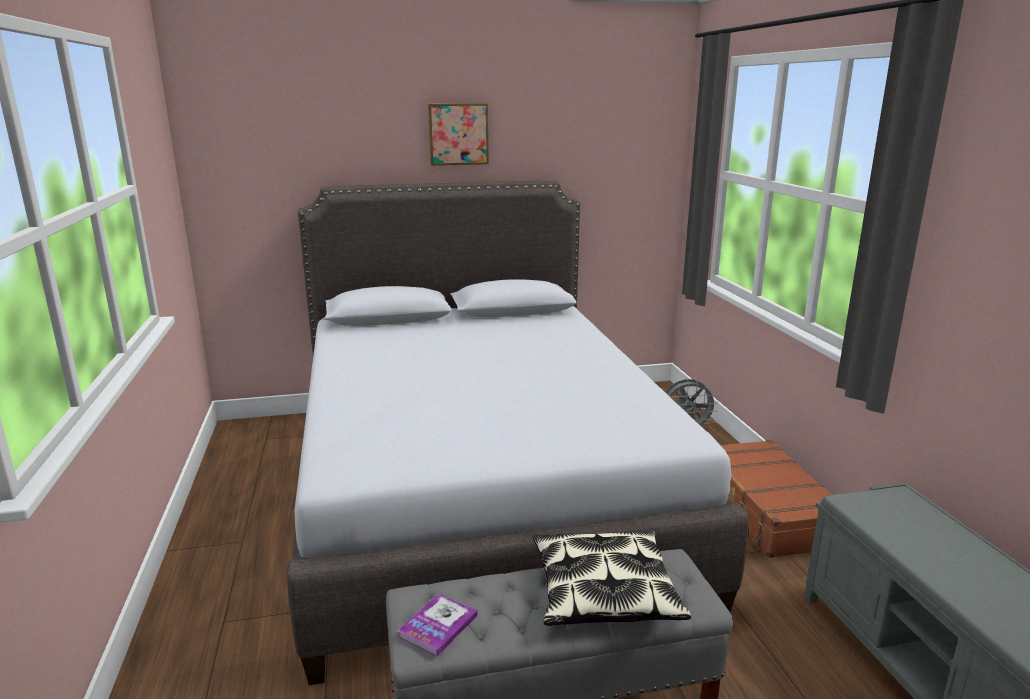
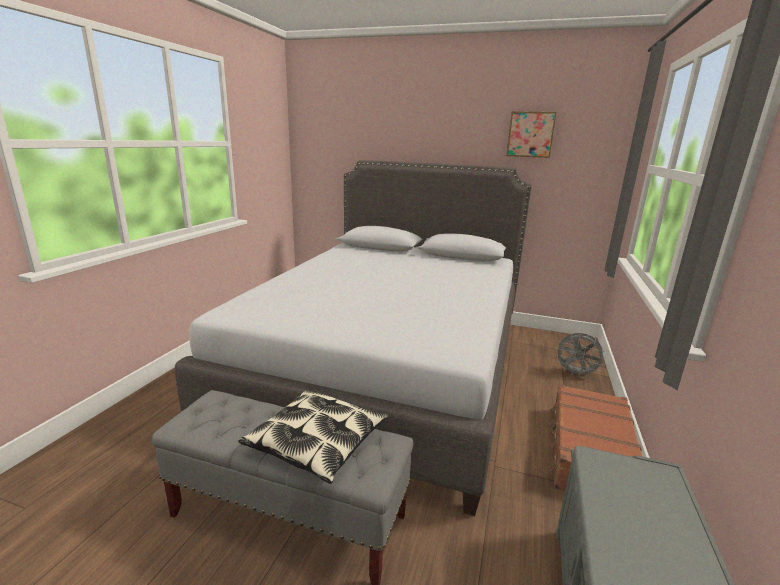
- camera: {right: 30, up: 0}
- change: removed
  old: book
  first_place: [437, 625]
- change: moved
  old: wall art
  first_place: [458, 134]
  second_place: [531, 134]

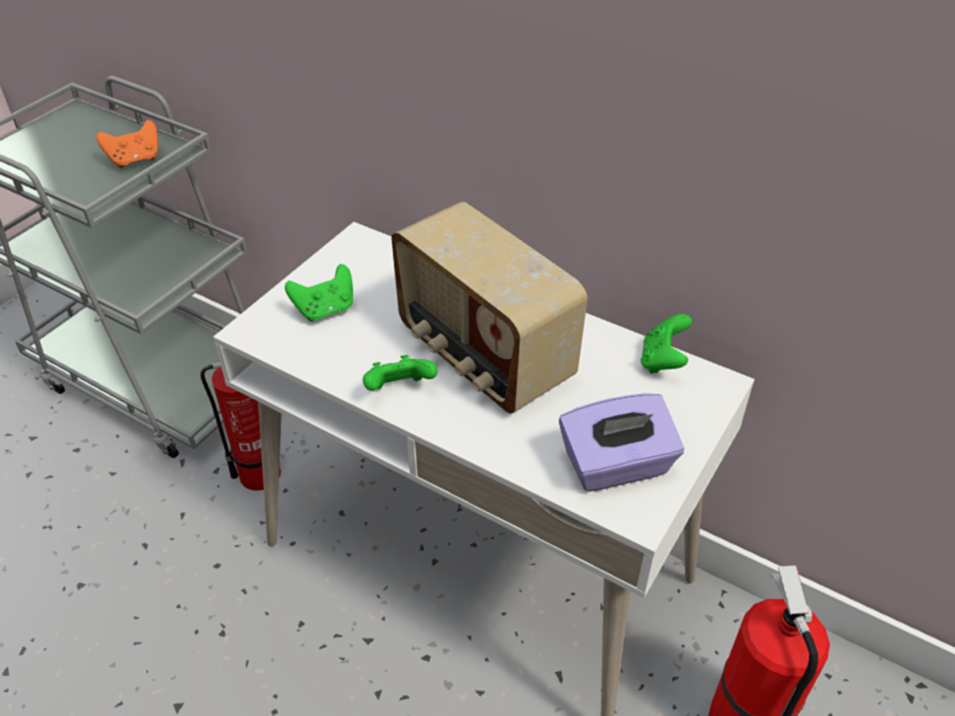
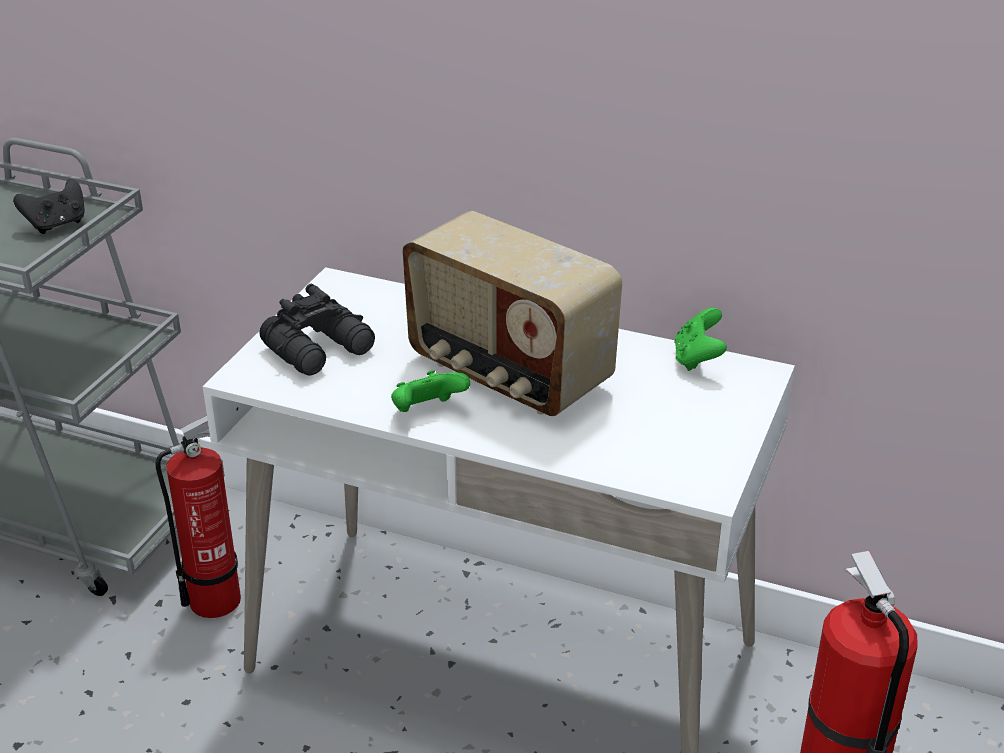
- camera: {right: -10, up: -10}
- change: removed
  old: purple-coloured tissue box
  first_place: [621, 442]
- change: replaced
  old: green-coloured joypad
  new: black-coloured pair of binoculars
  first_place: [319, 292]
  second_place: [317, 330]
- change: recoloured
  old: orange-coloured joypad
  new: black-coloured joypad
  first_place: [127, 144]
  second_place: [49, 206]

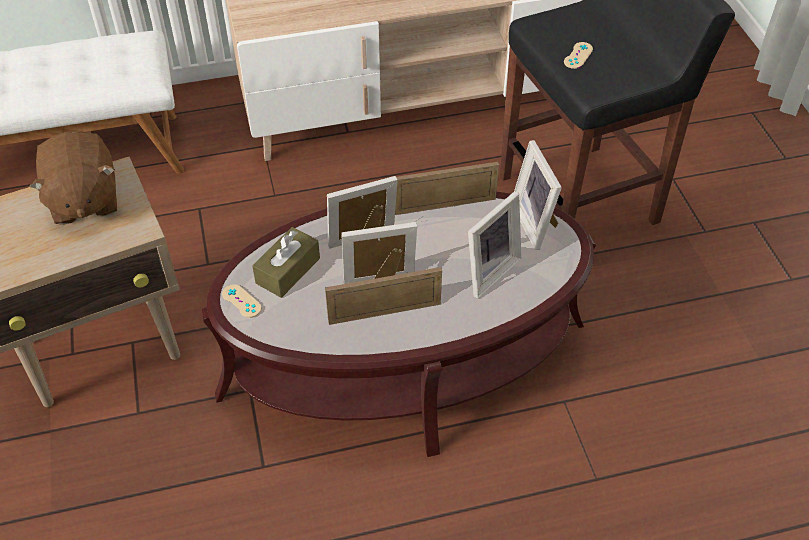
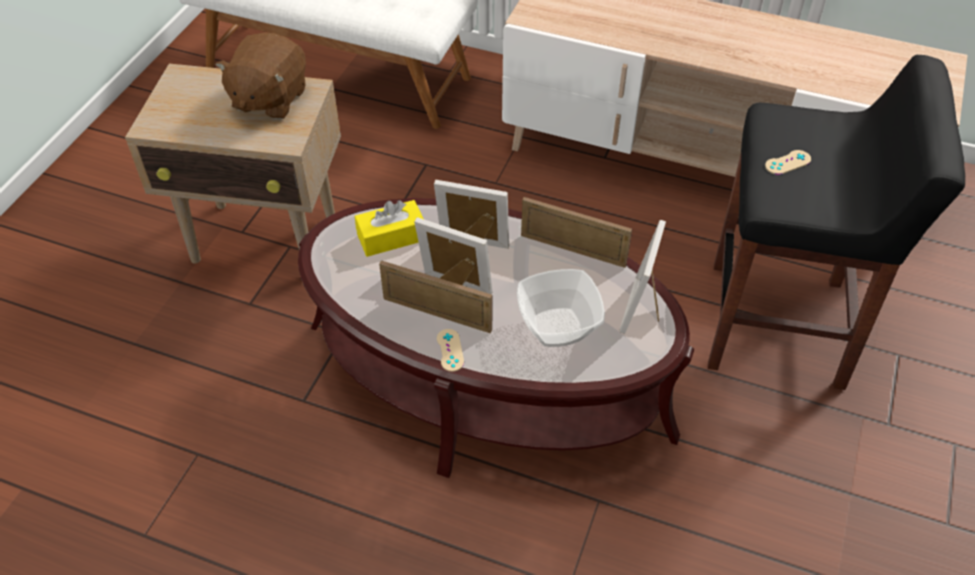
- camera: {right: 35, up: 0}
- change: moved
  old: beige joypad
  first_place: [241, 301]
  second_place: [450, 350]
- change: replaced
  old: picture frame
  new: serving bowl
  first_place: [495, 245]
  second_place: [561, 308]
- change: recoloured
  old: brown tissue box
  new: yellow-coloured tissue box
  first_place: [286, 262]
  second_place: [389, 228]

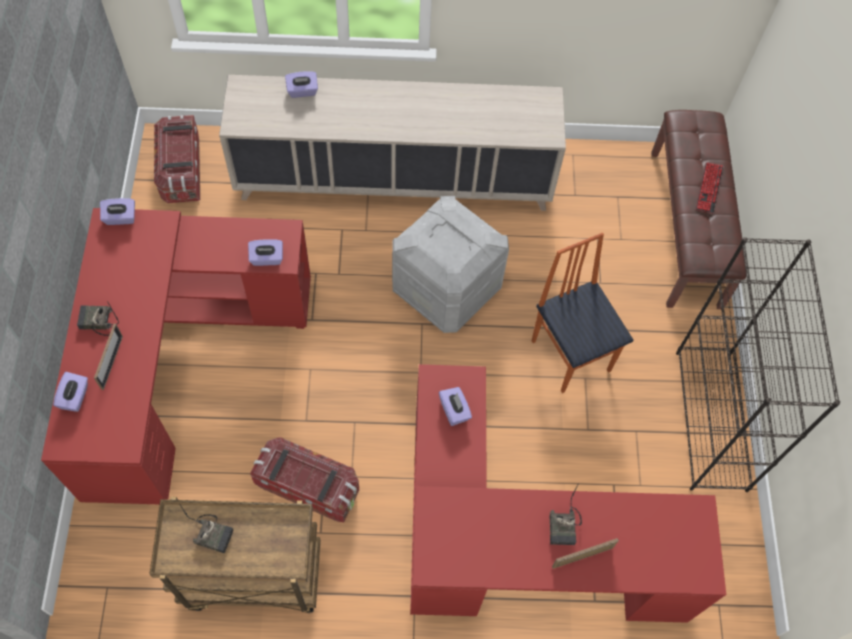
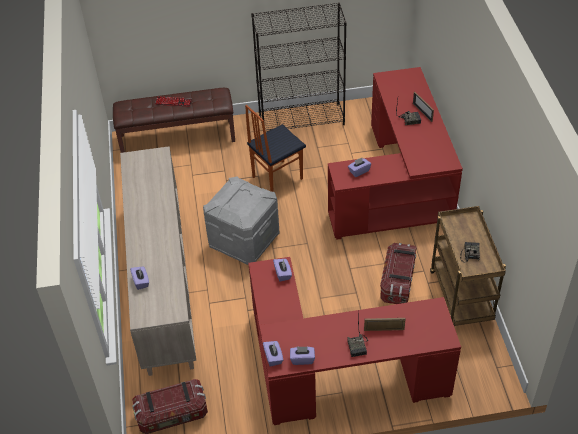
- camera: {right: -95, up: -15}
- change: moved
  old: purple-coloured tissue box
  first_place: [70, 392]
  second_place: [302, 355]

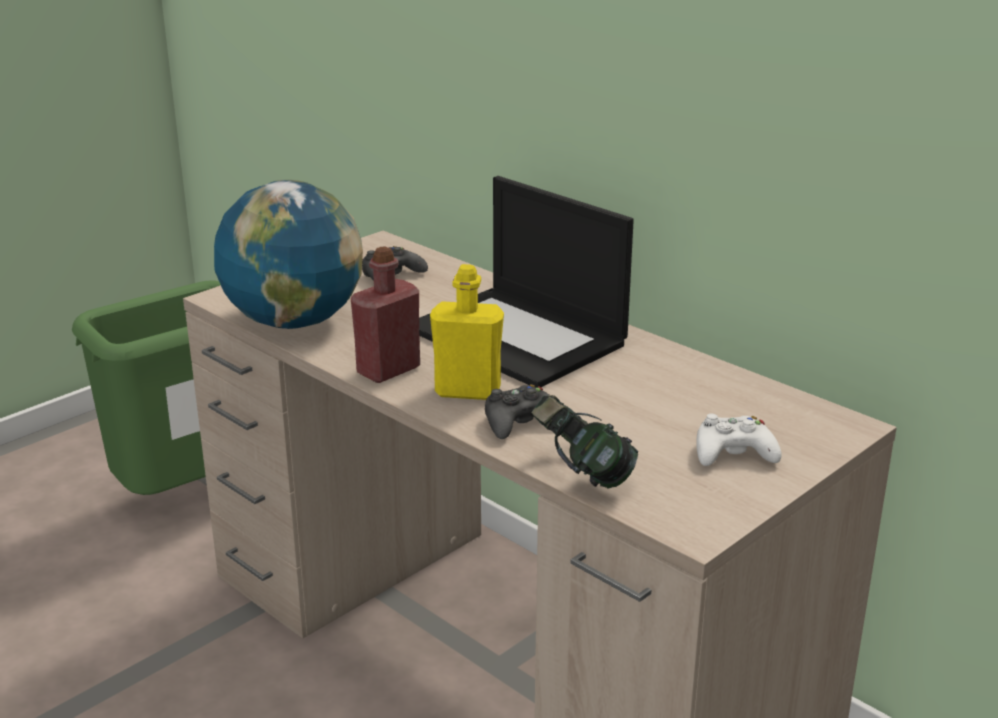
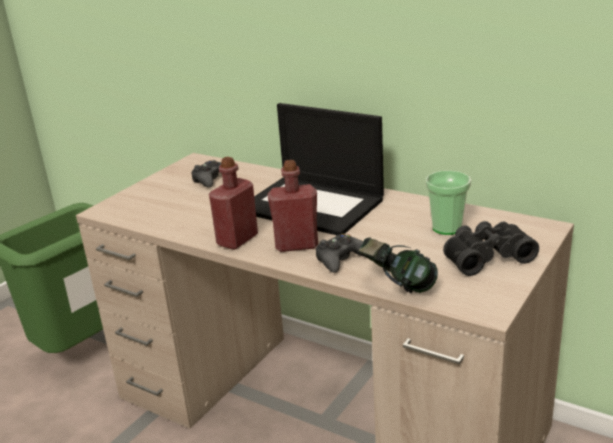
- camera: {right: -10, up: 0}
- change: removed
  old: globe
  first_place: [288, 254]
- change: added
  new: drinking cup
  second_place: [448, 203]
- change: replaced
  old: whitish joypad
  new: black-coloured pair of binoculars
  first_place: [738, 440]
  second_place: [491, 248]
- change: recoloured
  old: yellow-coloured drink bottle
  new: reddish drink bottle
  first_place: [467, 332]
  second_place: [293, 206]

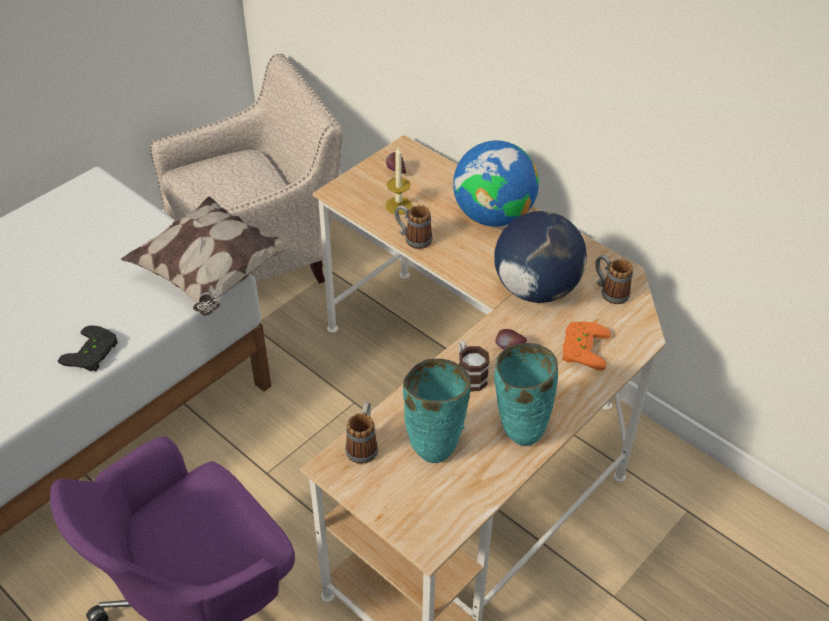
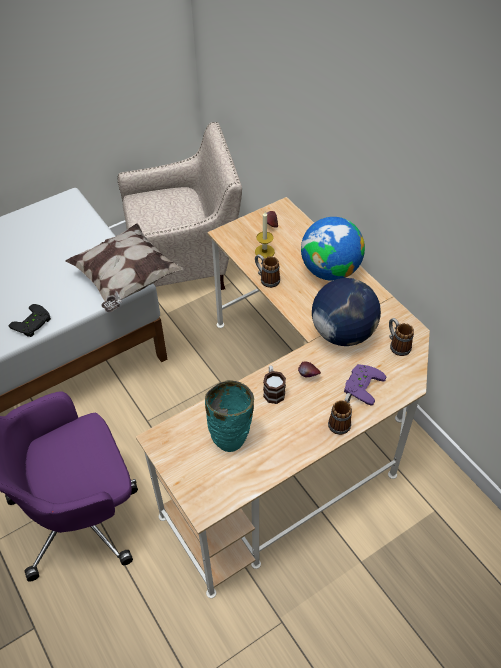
- camera: {right: 15, up: 5}
- change: removed
  old: turquoise-coloured flower vase
  first_place: [526, 394]
- change: moved
  old: tea mug
  first_place: [361, 433]
  second_place: [340, 414]
- change: recoloured
  old: orange-coloured joypad
  new: purple-coloured joypad
  first_place: [586, 346]
  second_place: [365, 385]

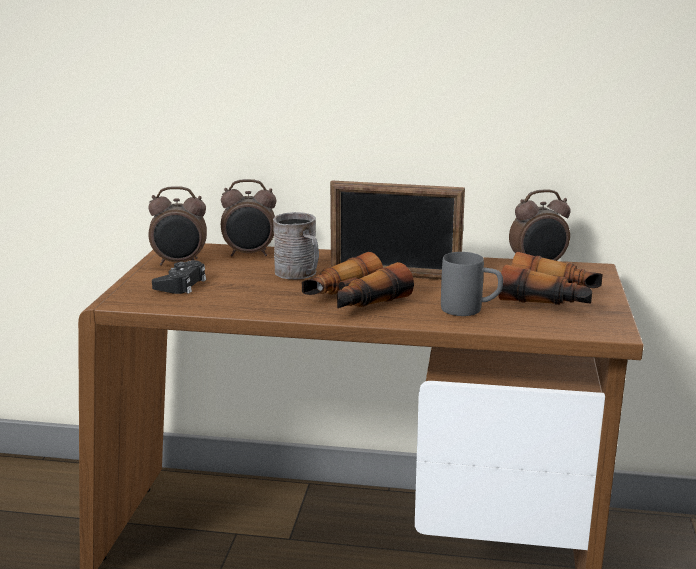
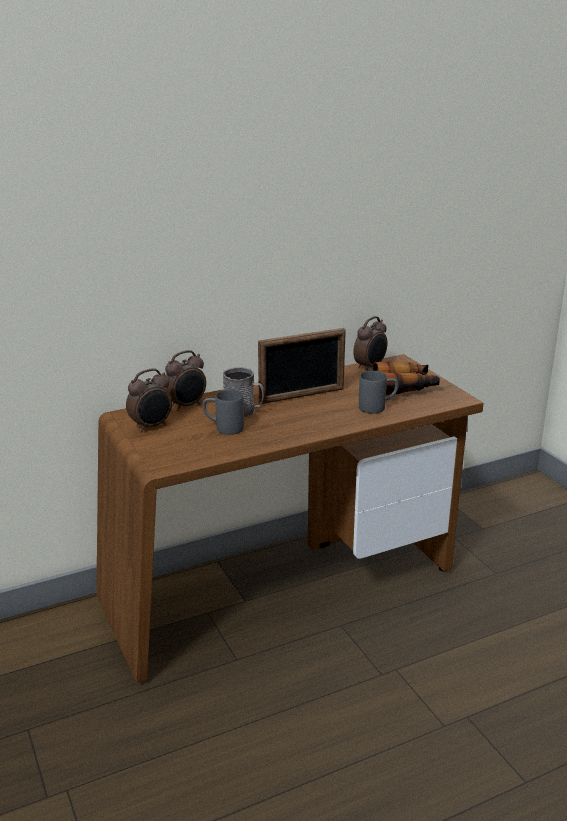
- camera: {right: -35, up: 5}
- change: removed
  old: black-coloured joypad
  first_place: [179, 277]
- change: removed
  old: pair of binoculars
  first_place: [358, 280]
- change: added
  new: grey tea mug
  second_place: [223, 412]

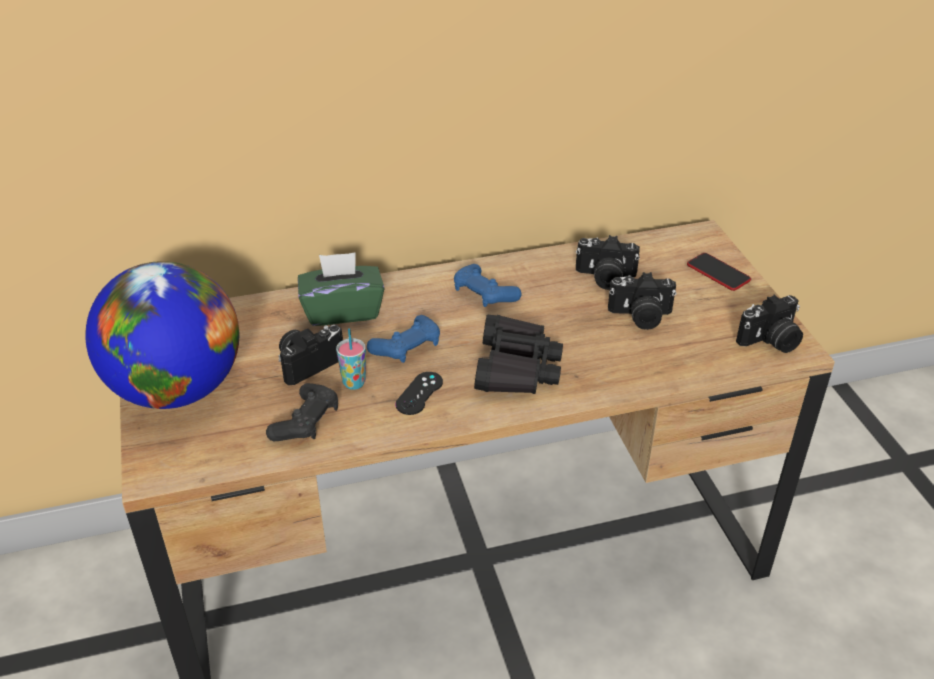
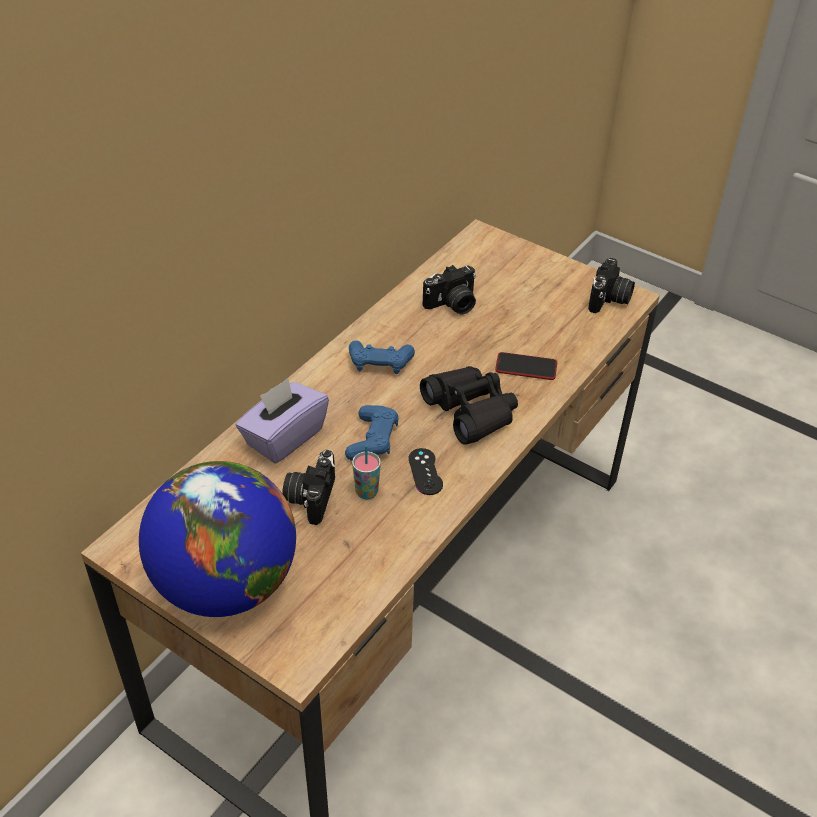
- camera: {right: -40, up: 5}
- change: removed
  old: black-coloured joypad
  first_place: [302, 412]
- change: removed
  old: still camera
  first_place: [642, 301]
- change: moved
  old: handset
  first_place: [719, 272]
  second_place: [526, 366]
- change: recoloured
  old: green-coloured tissue box
  new: purple-coloured tissue box
  first_place: [341, 289]
  second_place: [282, 420]

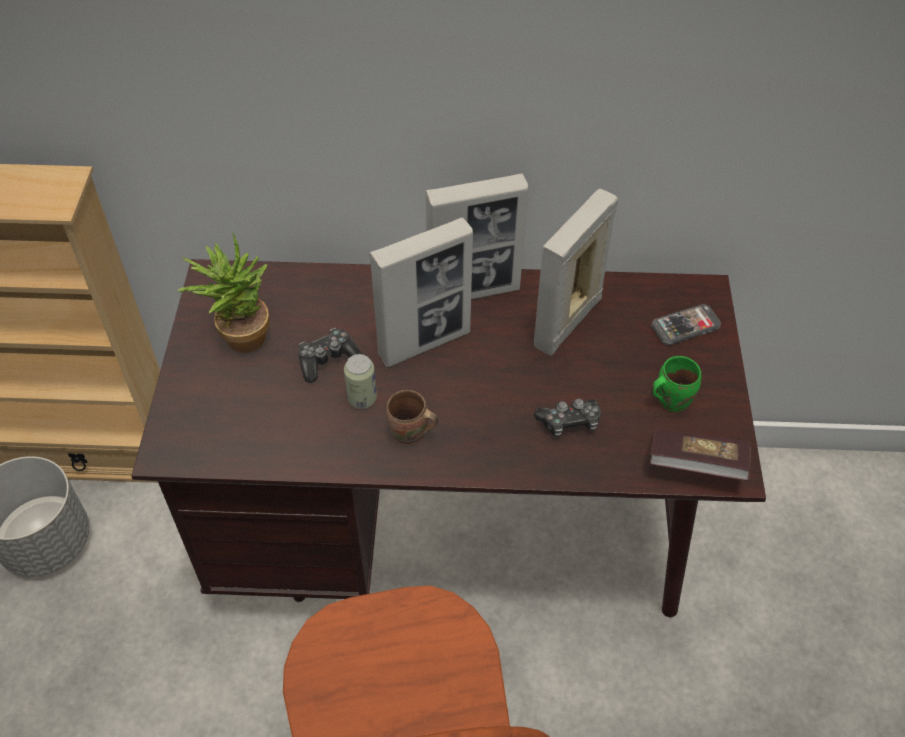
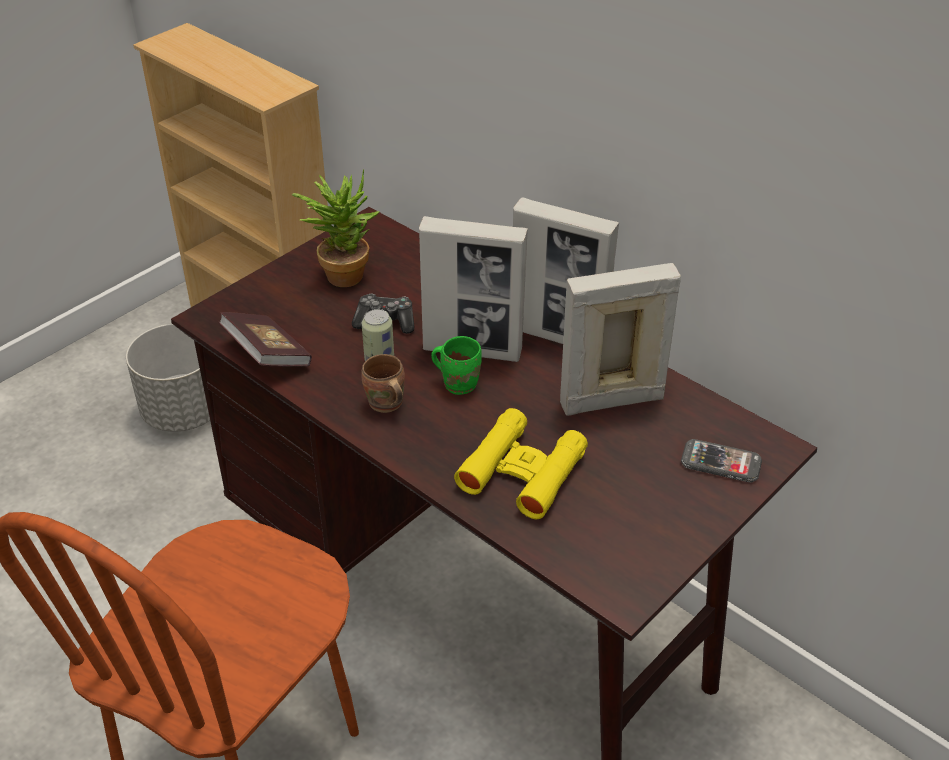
- camera: {right: 40, up: -10}
- change: moved
  old: book
  first_place: [700, 455]
  second_place: [265, 339]
- change: moved
  old: green-coloured tea mug
  first_place: [676, 384]
  second_place: [456, 365]
- change: replaced
  old: joypad
  new: yellow-coloured pair of binoculars
  first_place: [567, 418]
  second_place: [521, 463]

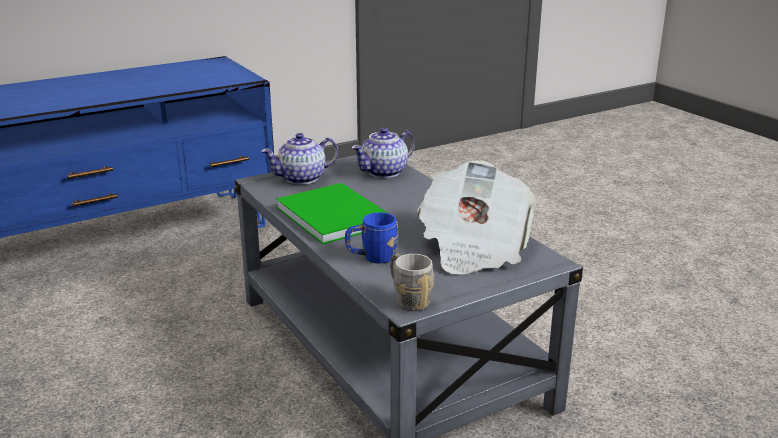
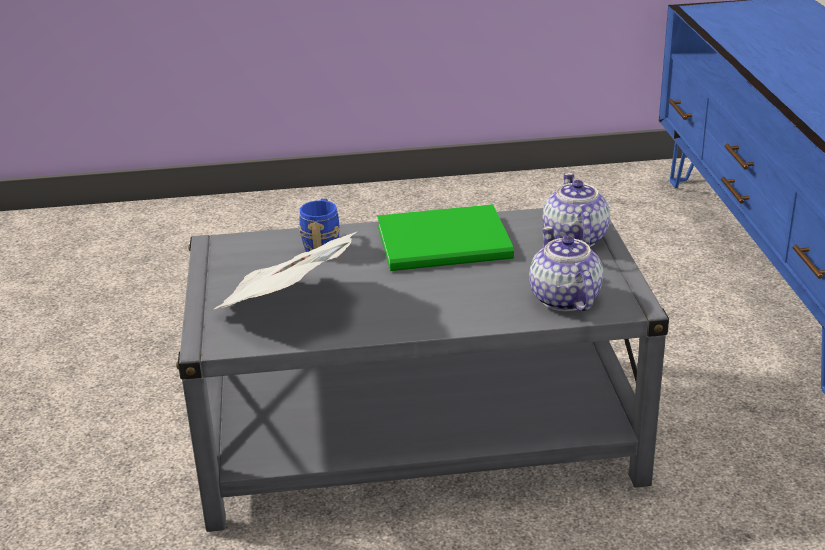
- camera: {right: 115, up: 5}
- change: removed
  old: grey tea mug
  first_place: [412, 282]

